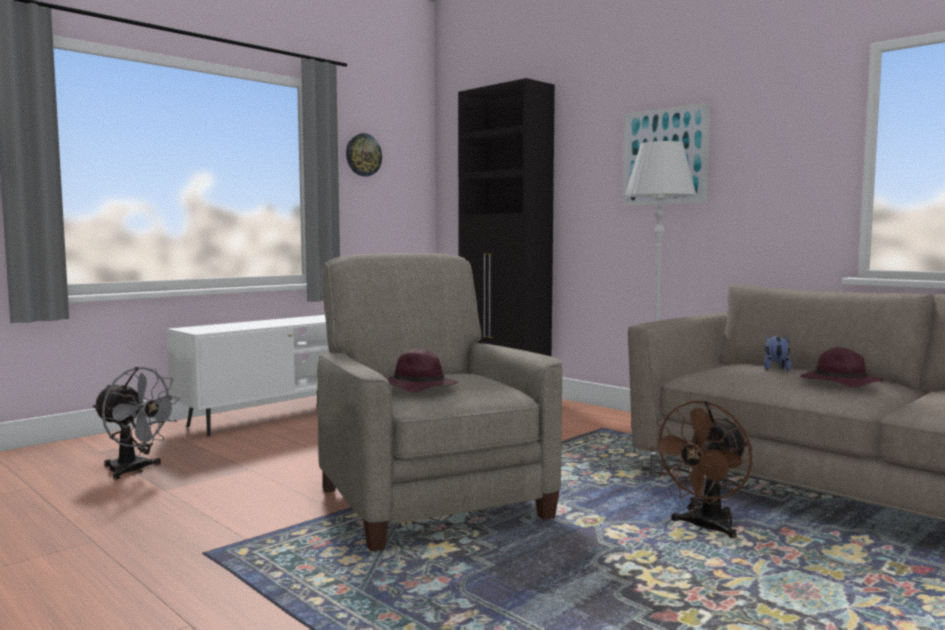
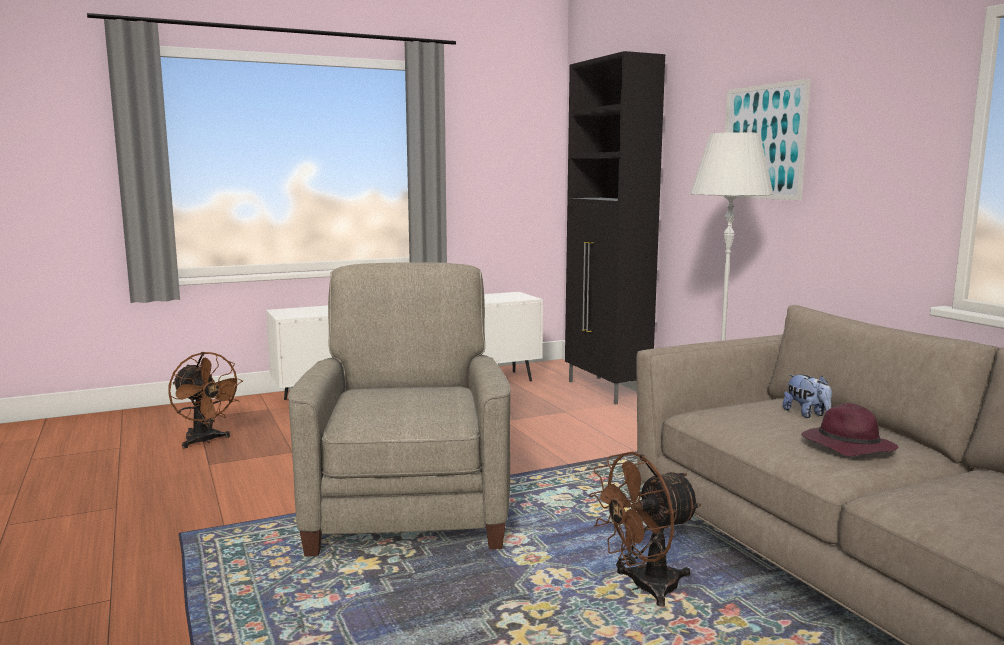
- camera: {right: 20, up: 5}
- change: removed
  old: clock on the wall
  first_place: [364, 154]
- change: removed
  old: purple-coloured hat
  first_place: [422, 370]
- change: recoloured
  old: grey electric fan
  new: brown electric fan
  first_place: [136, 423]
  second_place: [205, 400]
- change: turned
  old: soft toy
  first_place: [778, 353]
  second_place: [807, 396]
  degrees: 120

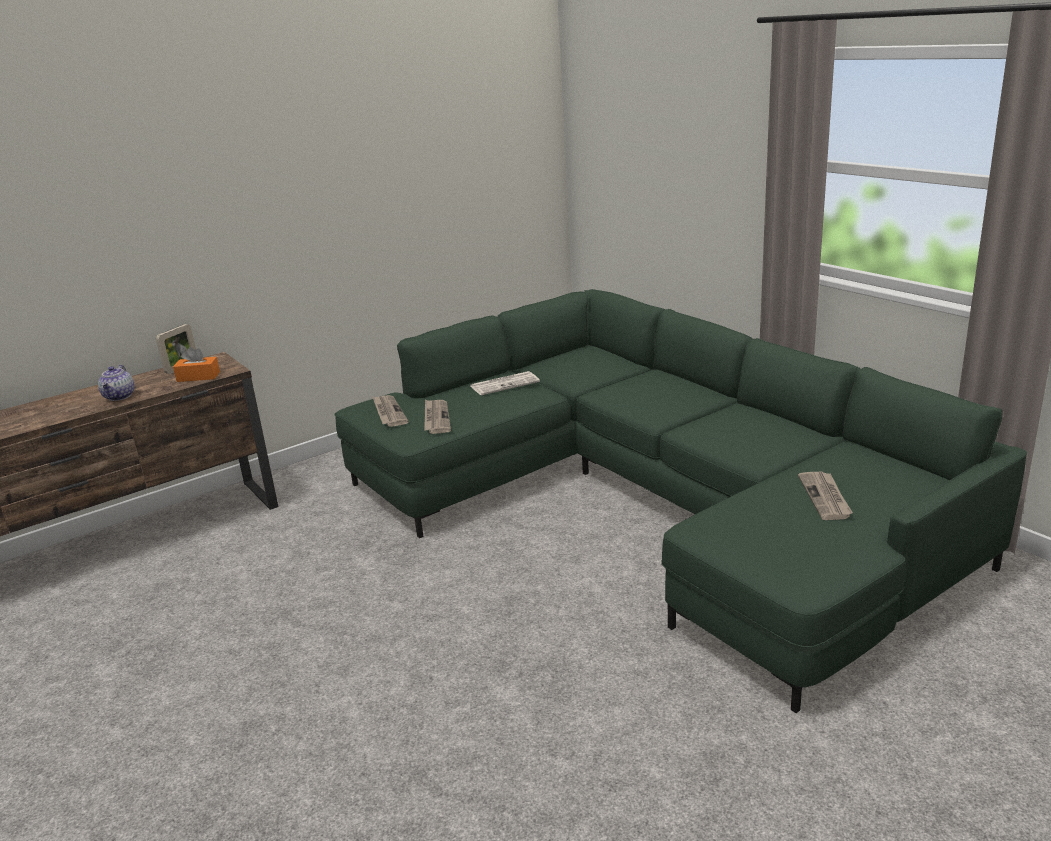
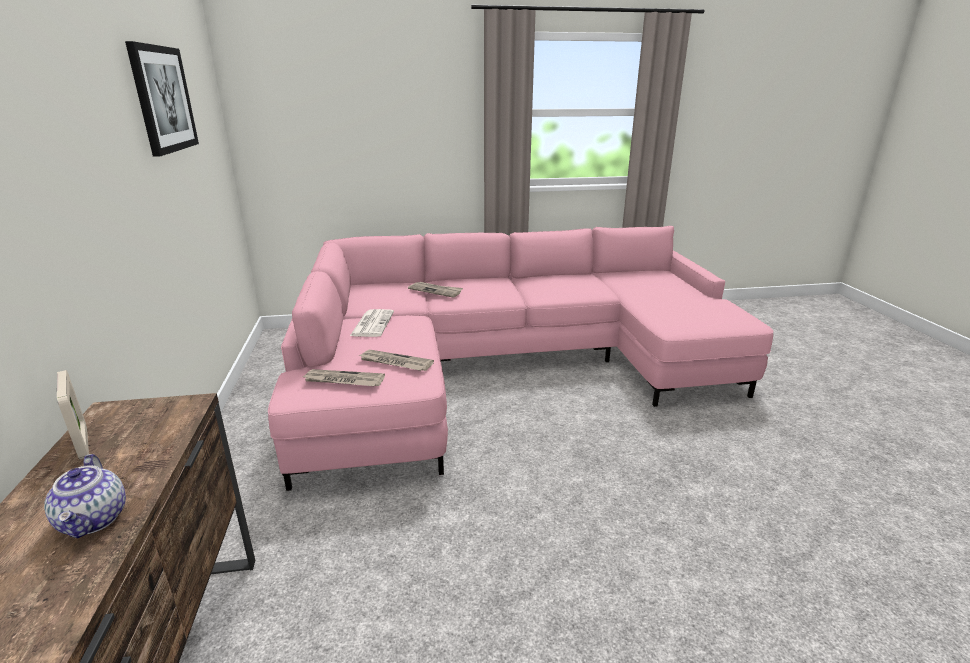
- camera: {right: -65, up: 0}
- change: removed
  old: orange-coloured tissue box
  first_place: [196, 364]
- change: added
  new: wall art
  second_place: [162, 99]
- change: moved
  old: daily paper
  first_place: [825, 495]
  second_place: [435, 290]
- change: recoloured
  old: green-coloured settee
  new: pink-coloured settee
  first_place: [680, 501]
  second_place: [520, 358]
- change: turned
  old: teapot
  first_place: [116, 383]
  second_place: [85, 496]
  degrees: 45

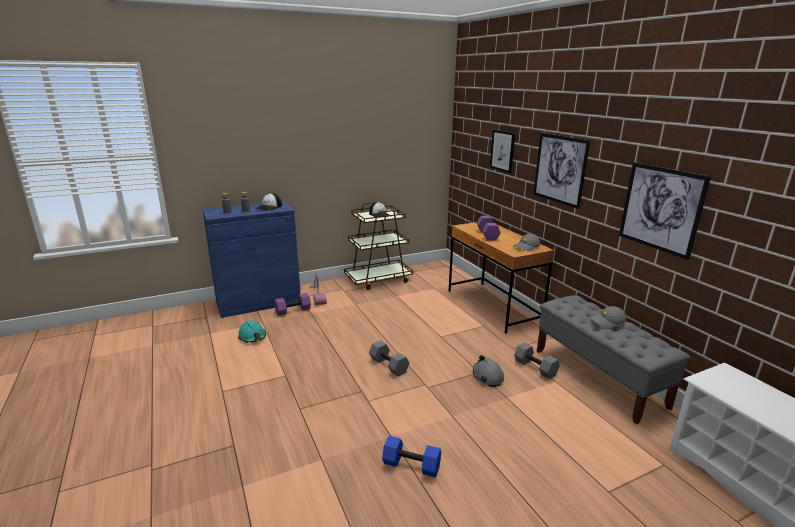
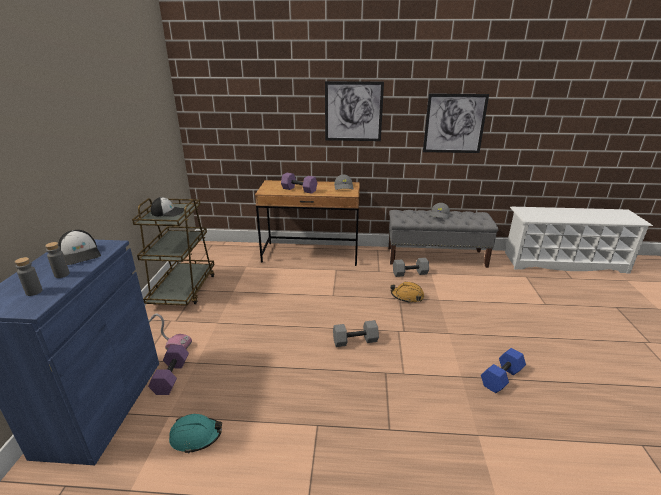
- camera: {right: -60, up: 5}
- change: removed
  old: wall art
  first_place: [502, 151]
- change: recoloured
  old: grey hard hat
  new: orange-coloured hard hat
  first_place: [488, 371]
  second_place: [407, 292]

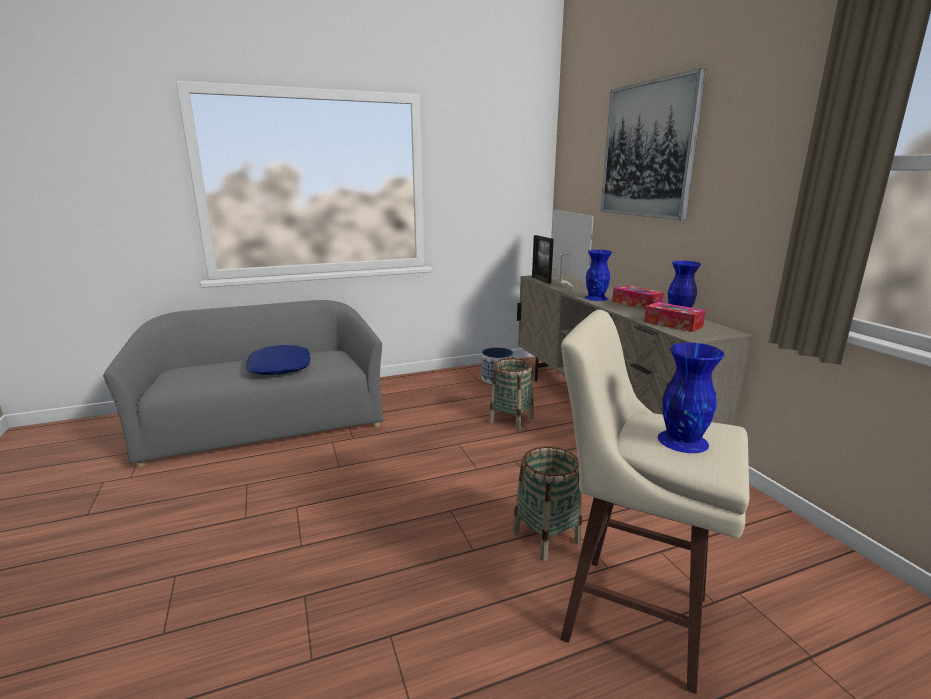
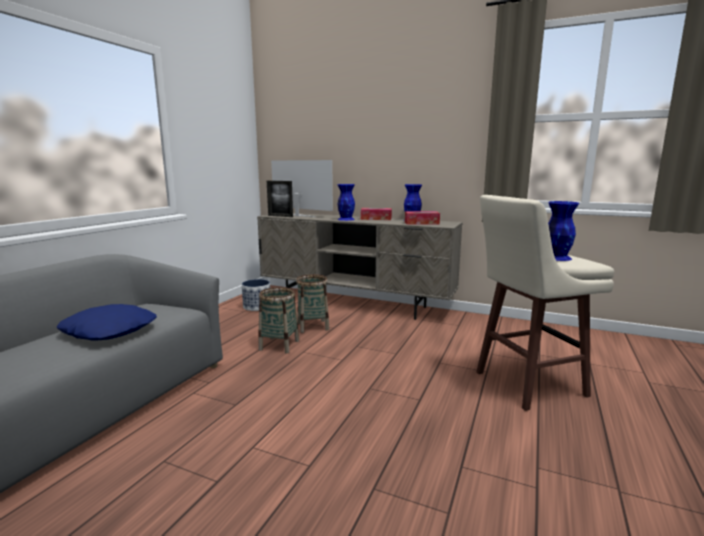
- camera: {right: -45, up: -5}
- change: removed
  old: wall art
  first_place: [653, 144]
- change: moved
  old: storage basket
  first_place: [547, 503]
  second_place: [278, 320]

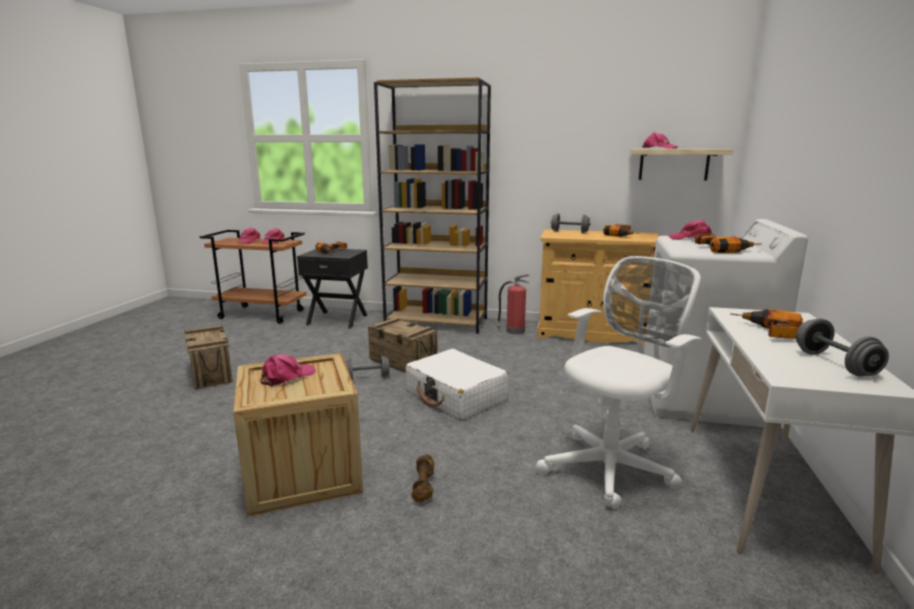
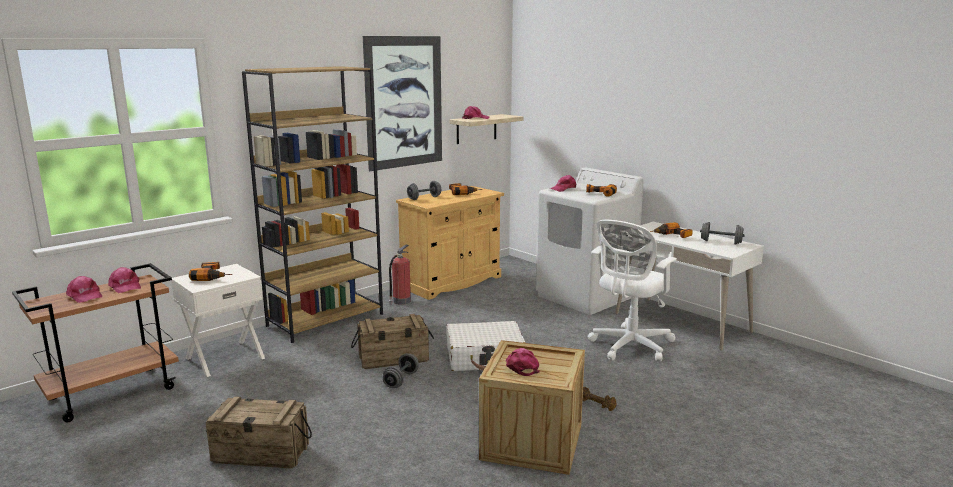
- camera: {right: -55, up: 0}
- change: added
  new: wall art
  second_place: [402, 103]
- change: recoloured
  old: black-coloured night table
  new: whitish night table
  first_place: [332, 289]
  second_place: [218, 320]
- change: turned
  old: whitish office chair
  first_place: [619, 382]
  second_place: [632, 291]
  degrees: -135

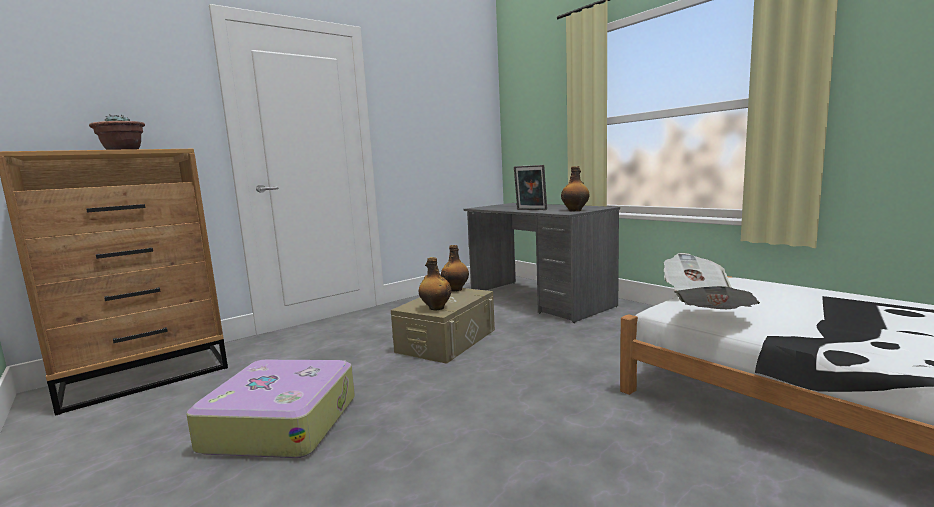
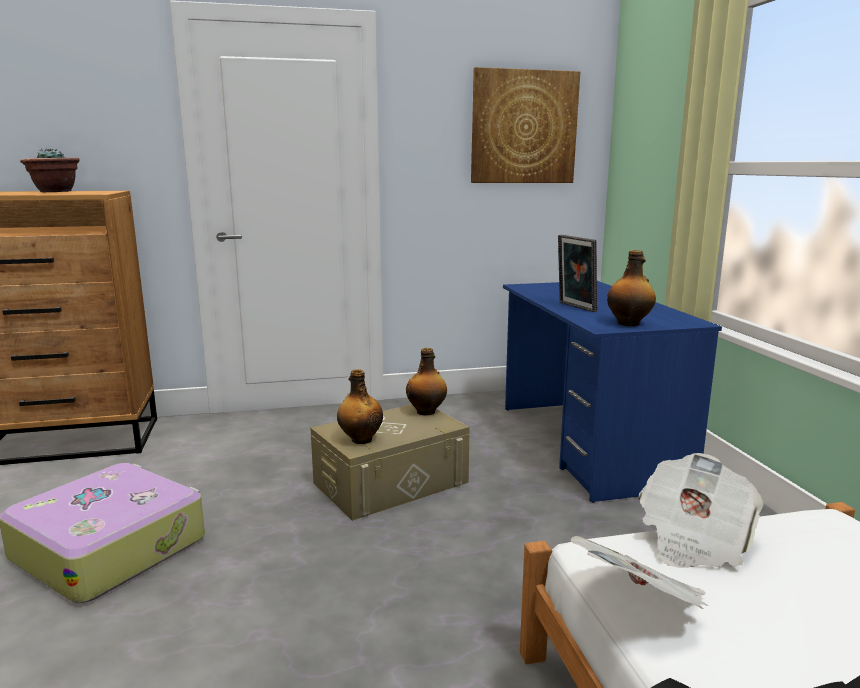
- camera: {right: 25, up: 5}
- change: added
  new: wall art
  second_place: [525, 125]
- change: recoloured
  old: grey desk
  new: blue-coloured desk
  first_place: [542, 263]
  second_place: [612, 392]

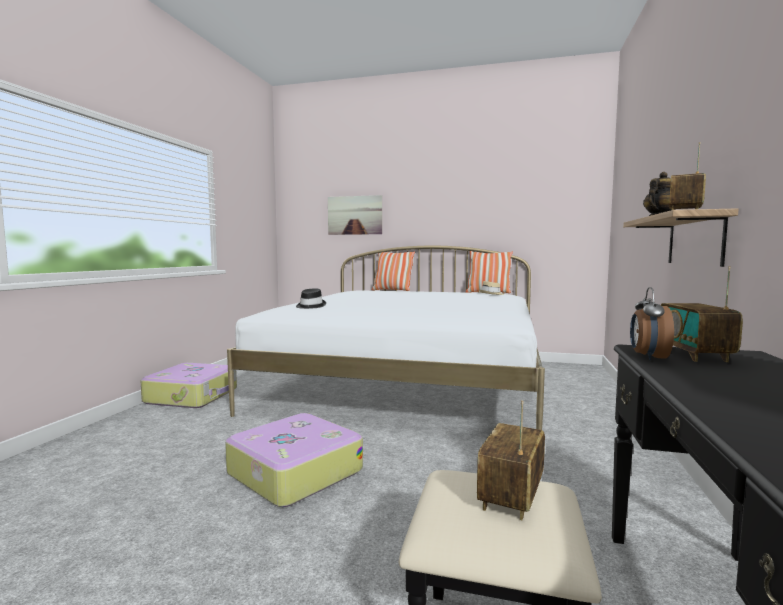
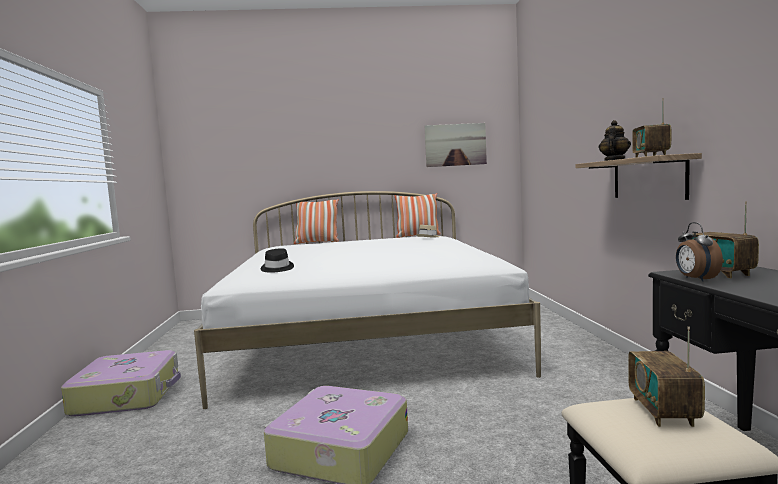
- camera: {right: -20, up: 0}
- change: moved
  old: wall art
  first_place: [355, 215]
  second_place: [456, 145]

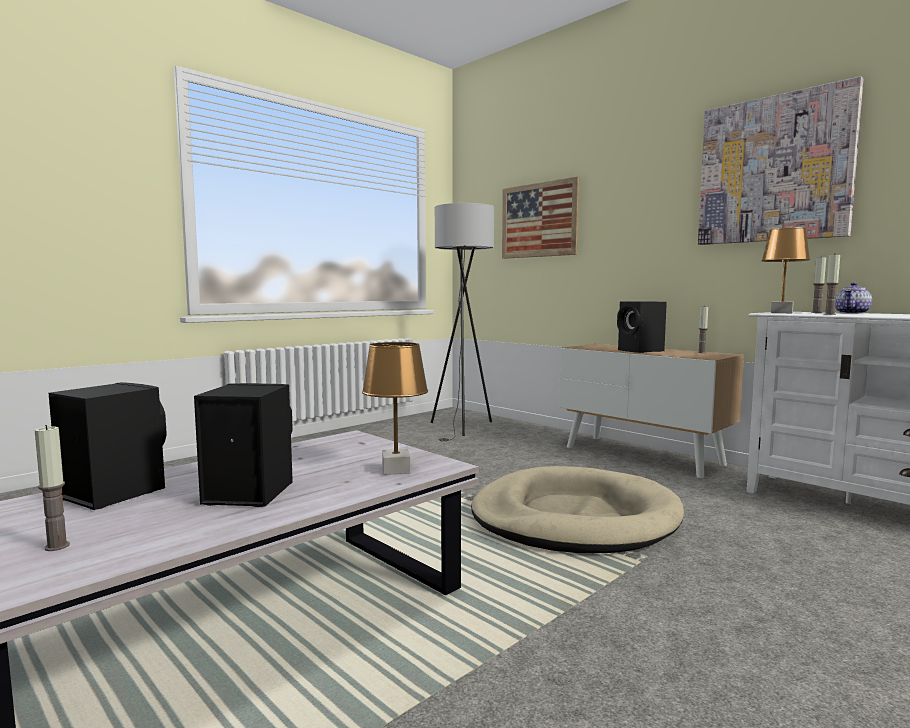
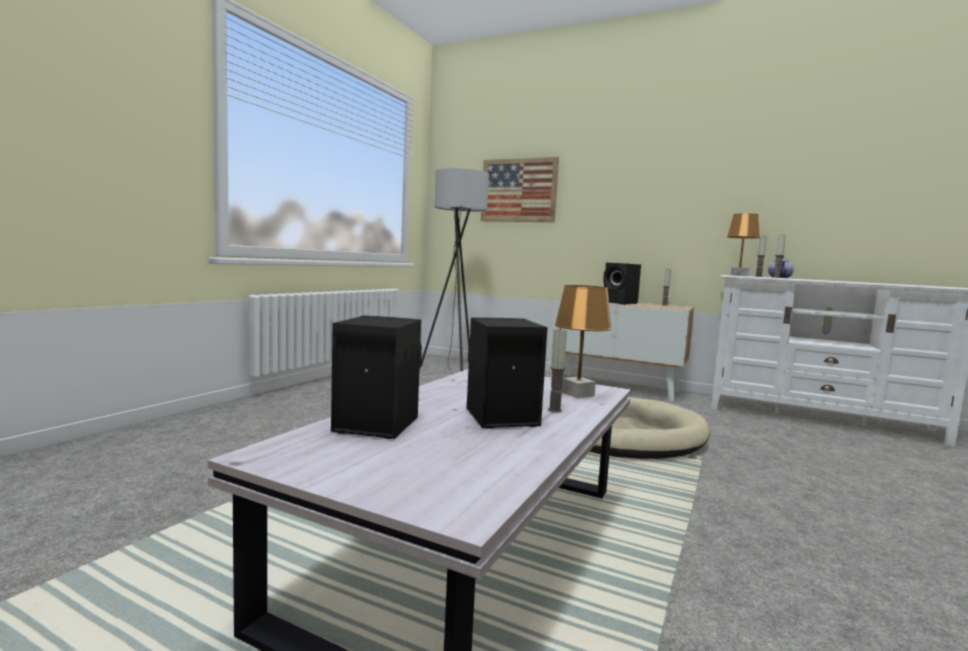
- camera: {right: -20, up: 0}
- change: removed
  old: wall art
  first_place: [780, 160]
- change: moved
  old: candle
  first_place: [52, 488]
  second_place: [557, 370]

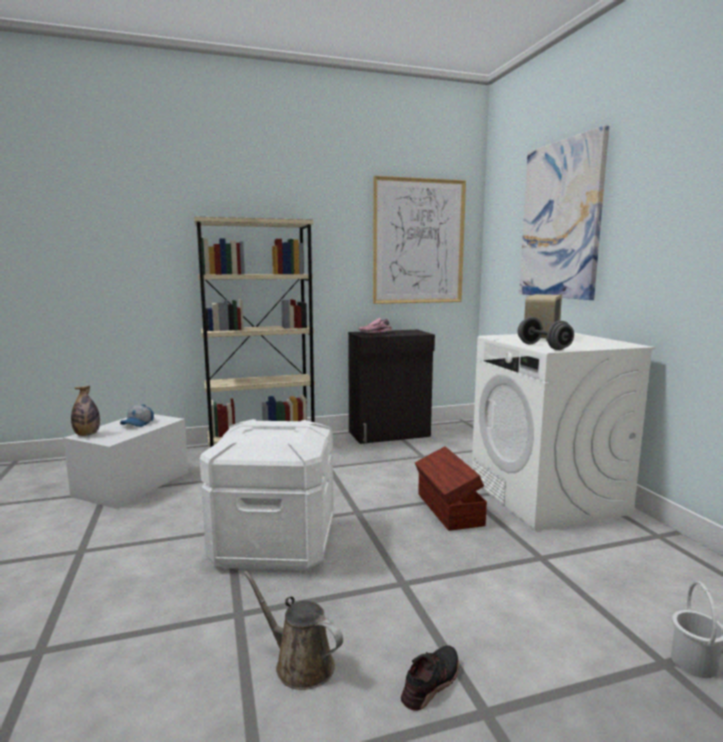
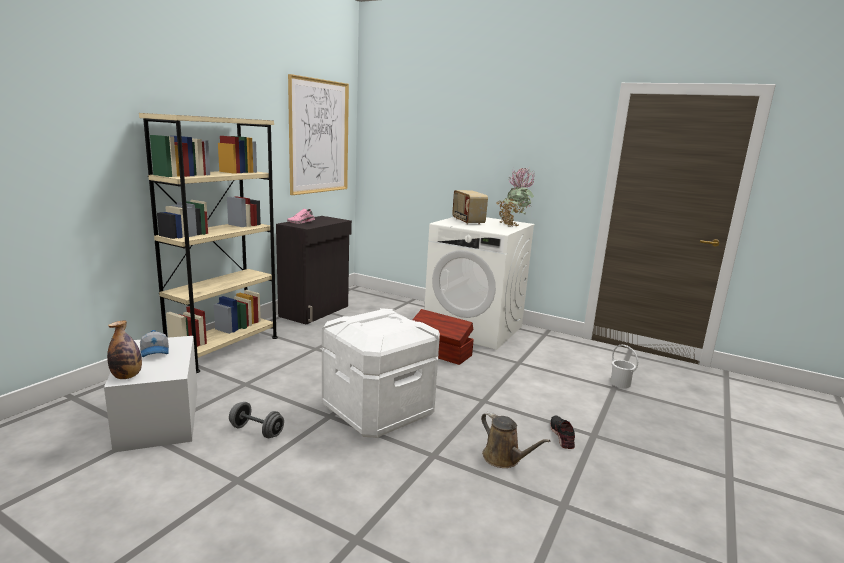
- camera: {right: -45, up: 5}
- change: removed
  old: wall art
  first_place: [564, 212]
- change: added
  new: potted plant
  second_place: [516, 196]
- change: moved
  old: grey free weight
  first_place: [546, 333]
  second_place: [256, 420]
- change: turned
  old: brown watering pot
  first_place: [293, 630]
  second_place: [515, 439]
  degrees: -120

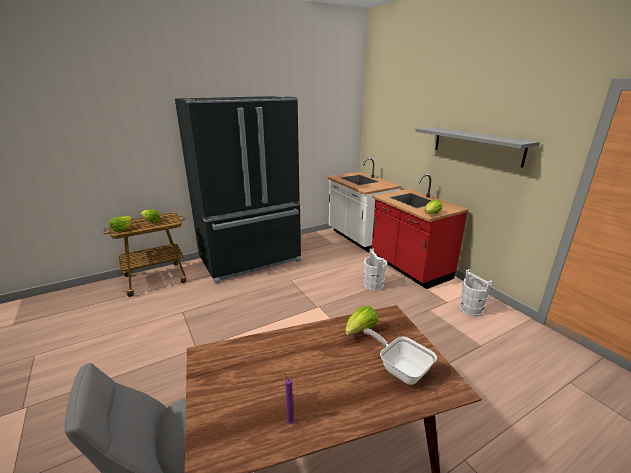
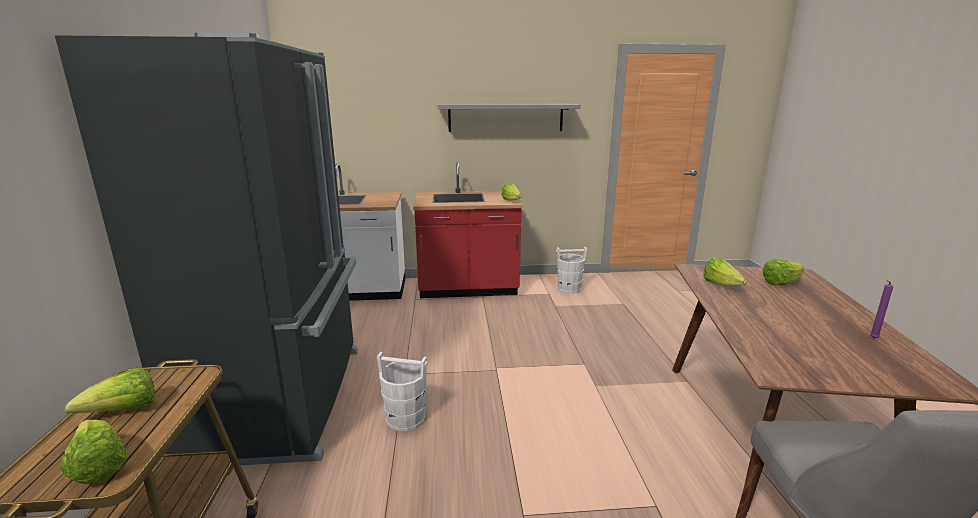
- camera: {right: -65, up: -5}
- change: moved
  old: whitish water bucket
  first_place: [375, 269]
  second_place: [402, 391]
- change: replaced
  old: pan
  new: lettuce head
  first_place: [400, 357]
  second_place: [783, 272]

